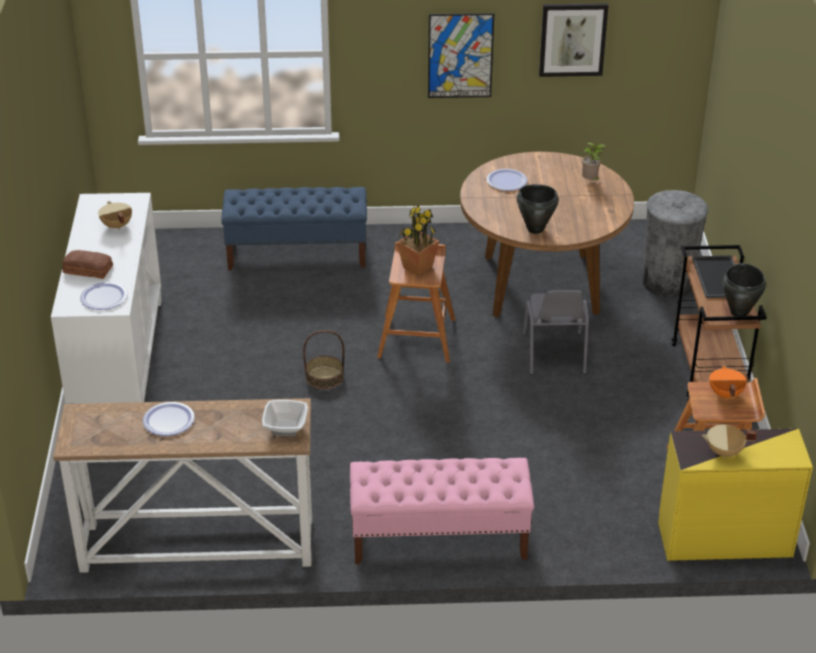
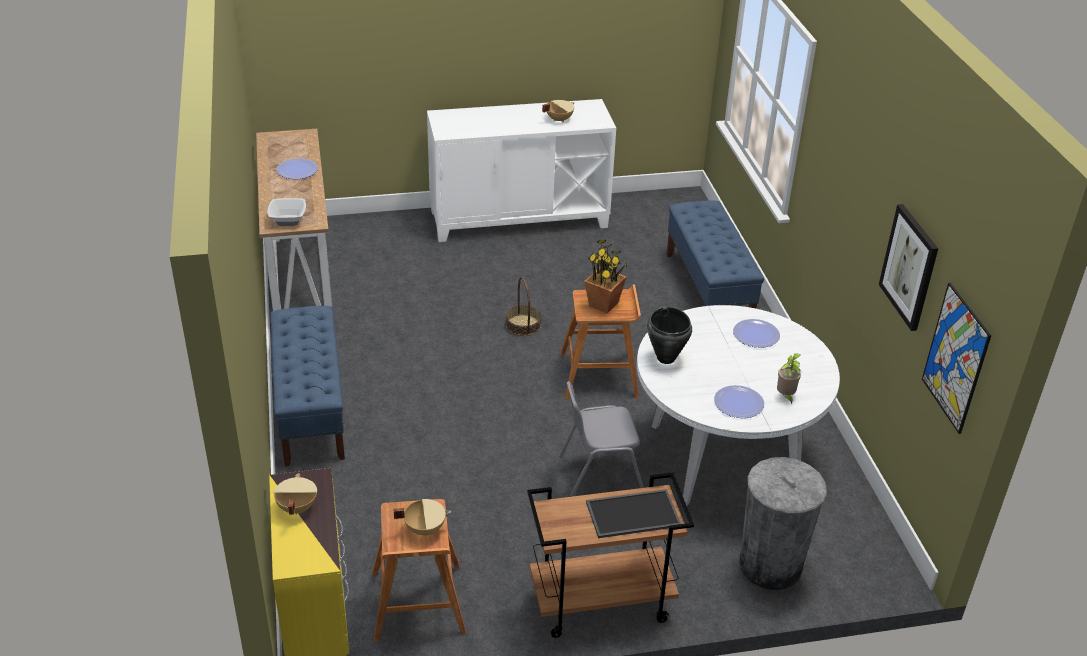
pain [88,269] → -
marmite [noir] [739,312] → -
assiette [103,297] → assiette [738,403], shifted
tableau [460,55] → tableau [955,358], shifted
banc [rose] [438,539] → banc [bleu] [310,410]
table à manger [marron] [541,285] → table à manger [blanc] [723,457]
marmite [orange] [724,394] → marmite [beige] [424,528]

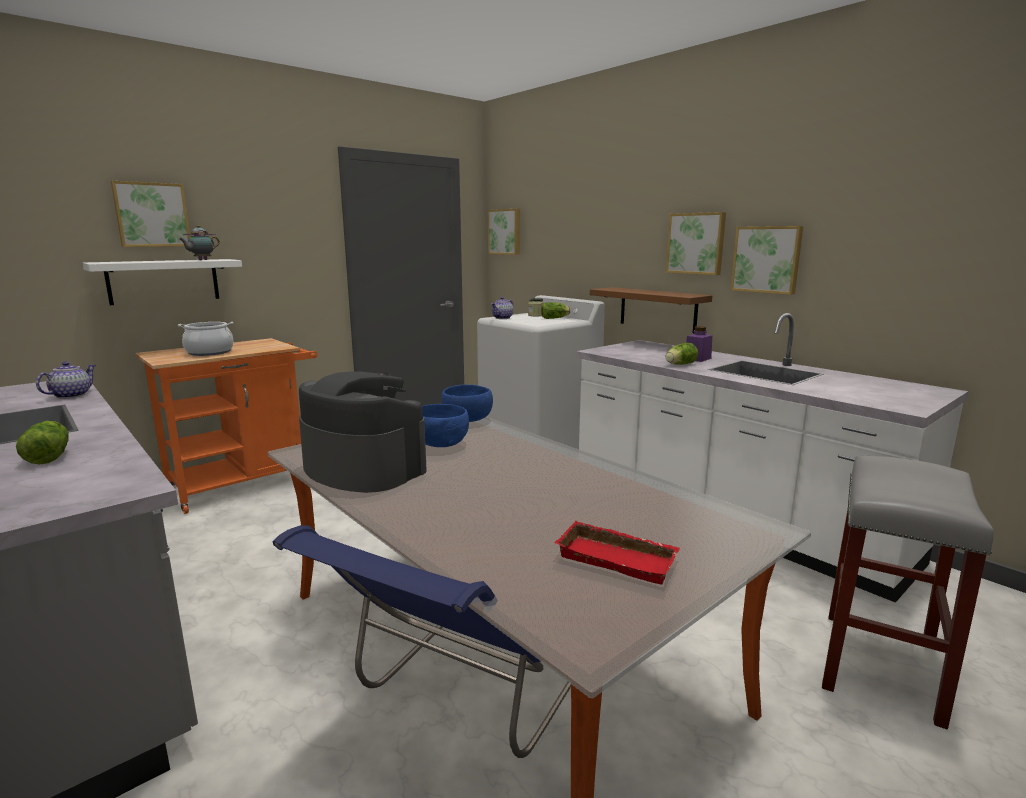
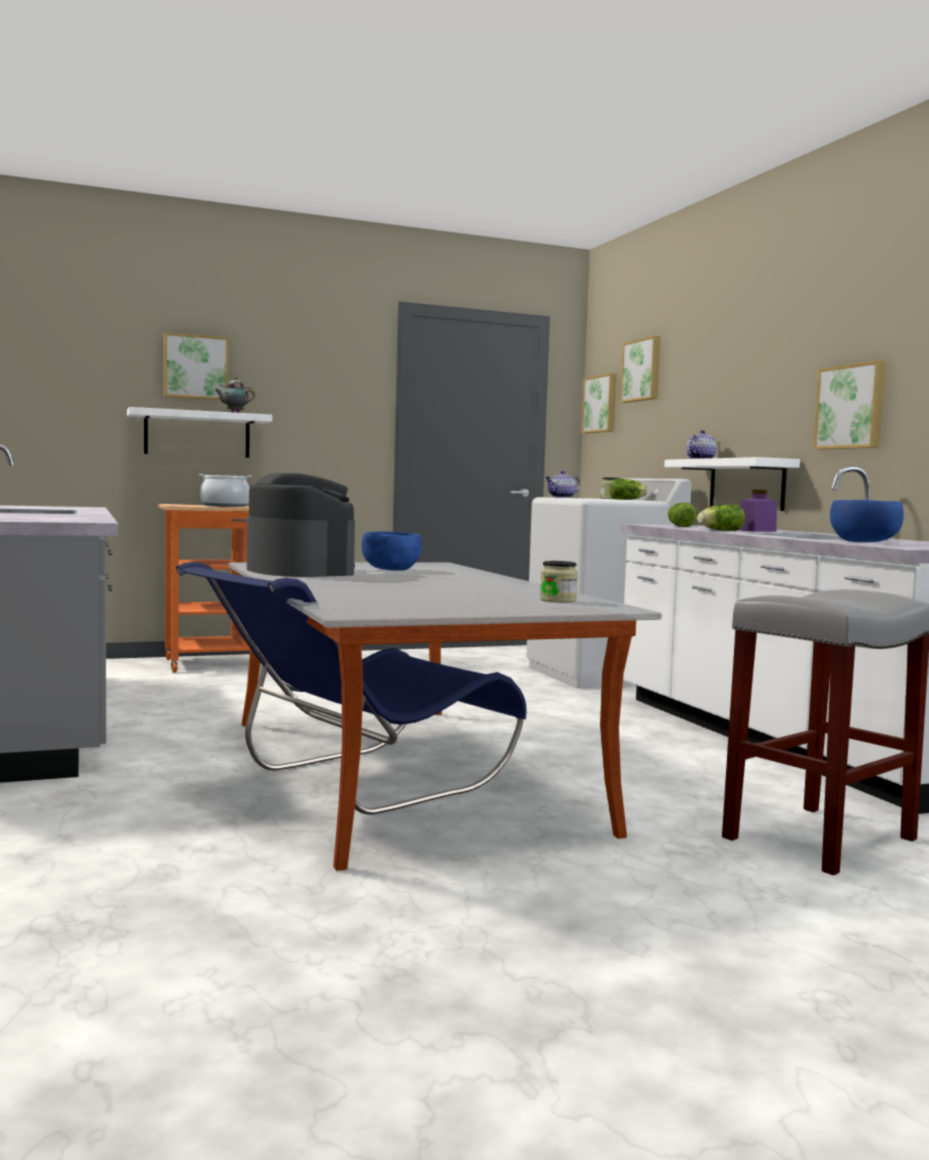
plateau [rouge] [618,558] → -
- → bocal [558,600]
laitue [50,456] → laitue [679,526], shifted
théière [71,395] → théière [700,459], shifted
bol [bleu] [468,420] → bol [bleu] [865,542], shifted
tableau [696,243] → tableau [643,370], shifted
étagère [marron] [657,309] → étagère [blanc] [747,484]

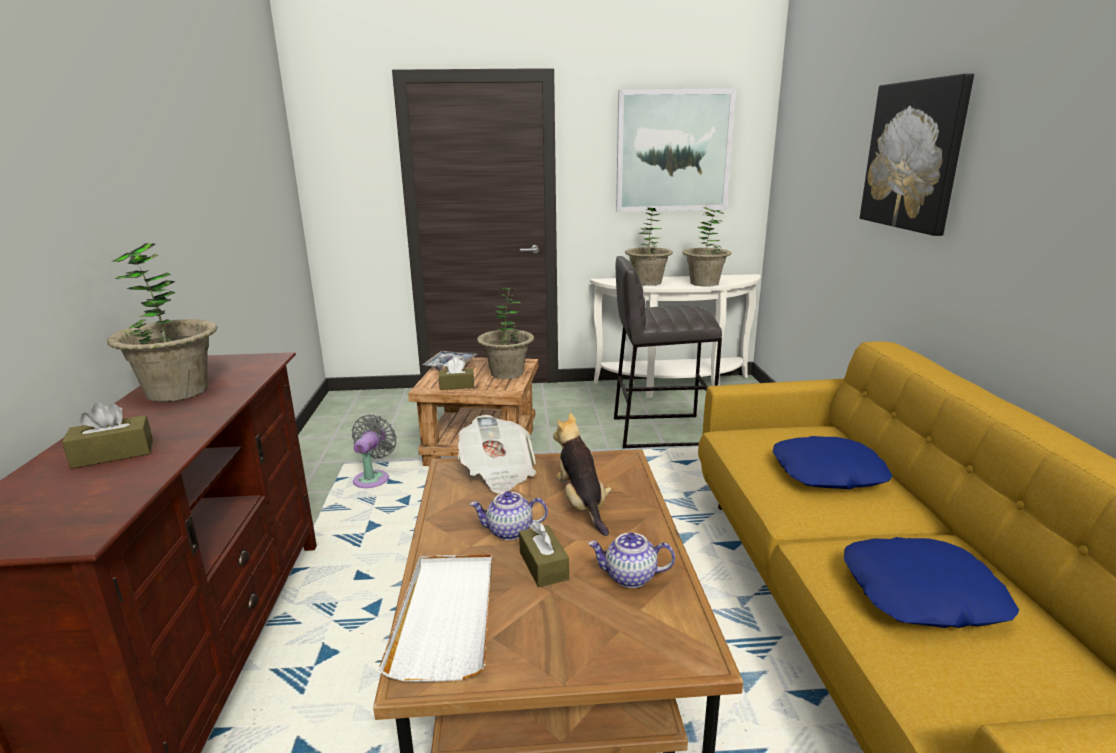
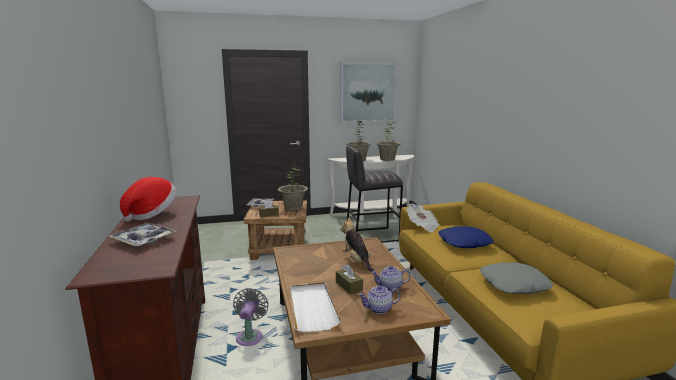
tableau [914,156] → -
ventilateur [gris] [373,478] → ventilateur [gris] [250,336], shifted
journal [498,472] → journal [422,226], shifted
théière [509,531] → théière [379,309], shifted
boîte à mouchoirs [marron] [113,454] → plateau [144,240]
plante en pot [177,391] → chapeau [151,214]
coussin [bleu] [922,595] → coussin [gris] [514,285]

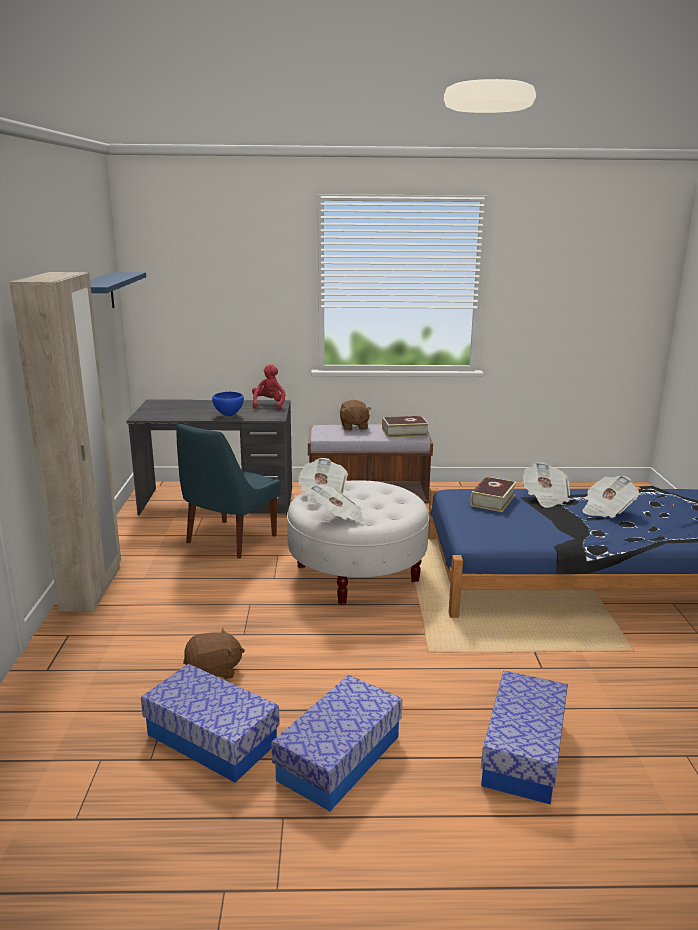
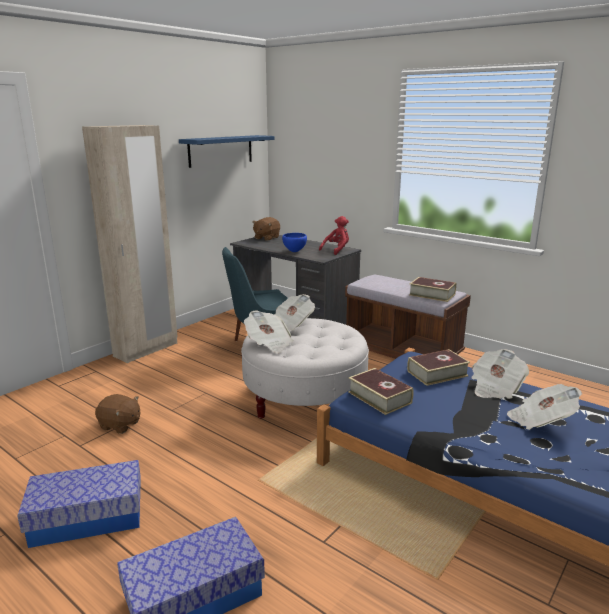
boîte de rangement [212,739] → -
- → livre [379,397]
peluche [marron] [354,427] → peluche [marron] [266,238], shifted

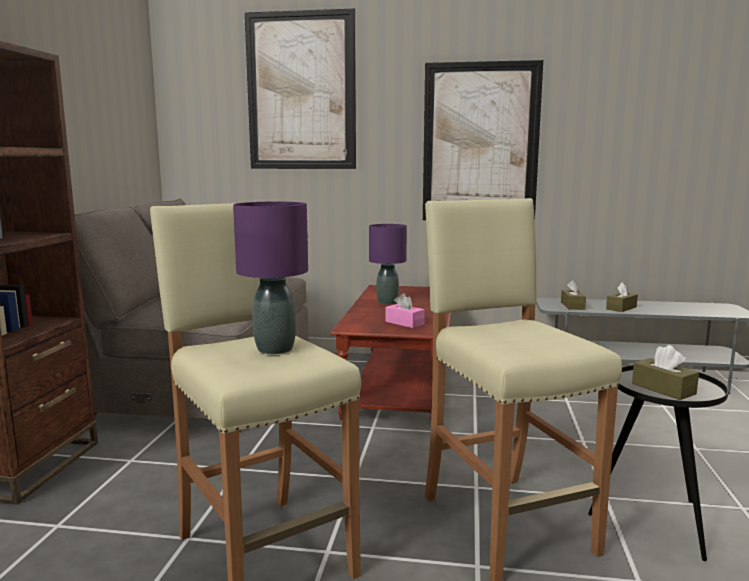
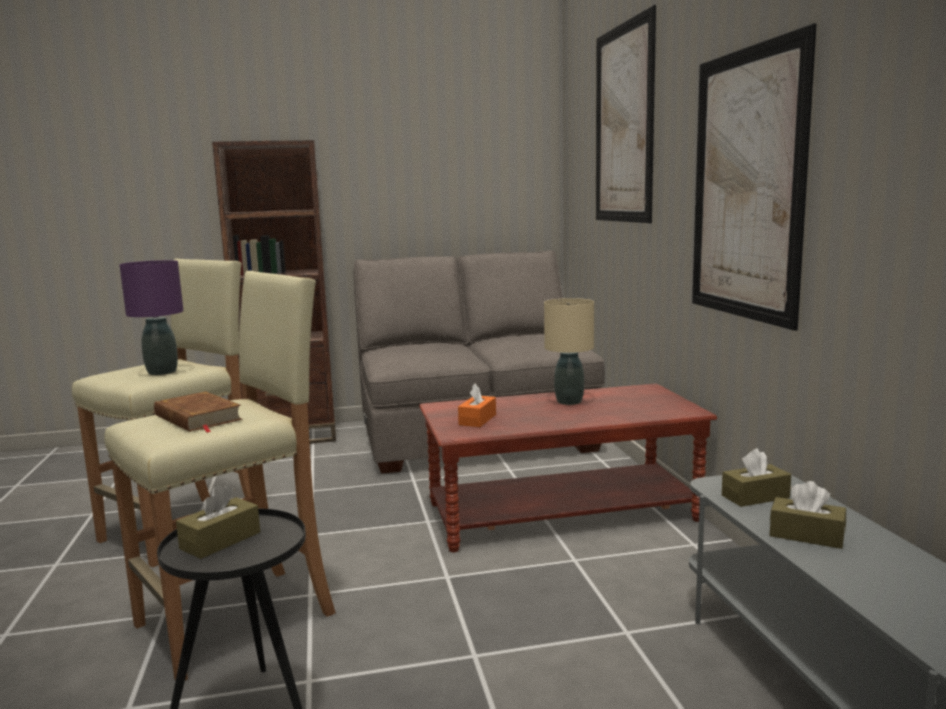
- → livre [marron] [197,418]
lampe de table [violet] [387,302] → lampe de table [beige] [568,401]
boîte à mouchoirs [rose] [404,323] → boîte à mouchoirs [orange] [477,420]

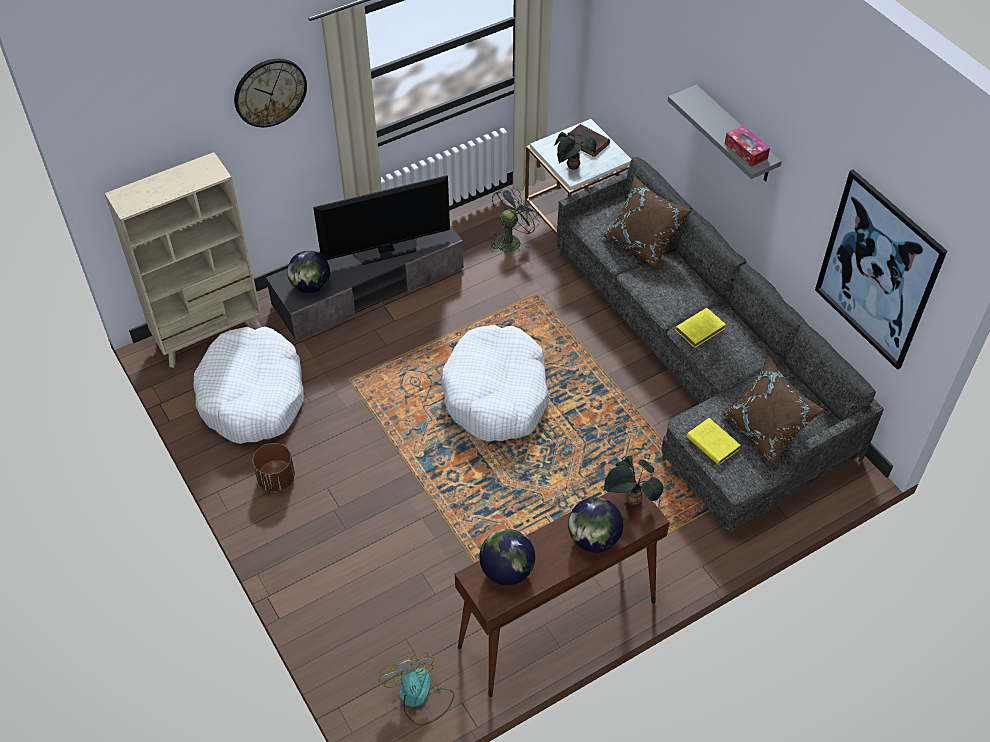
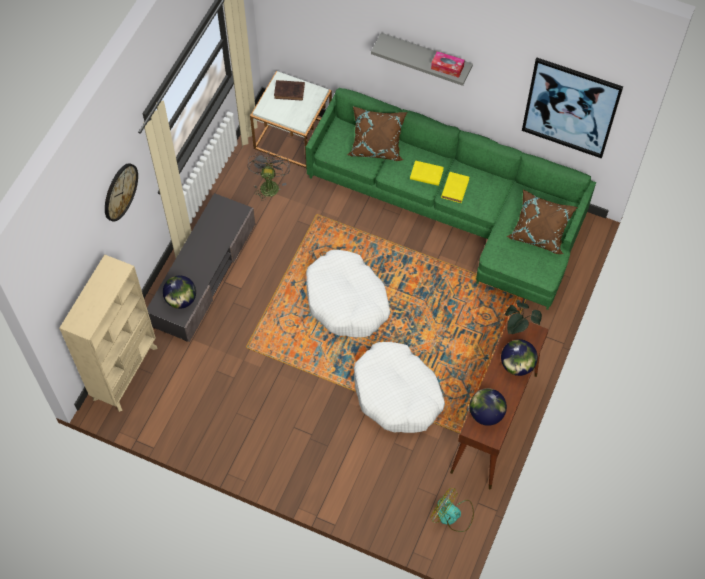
cache-pot [marron] [276,479] → -
téléviseur [386,250] → -
plante en pot [572,167] → -
panier pour chien [blanc] [252,396] → panier pour chien [blanc] [397,394], shifted
livre [jaune] [711,442] → livre [jaune] [425,174], shifted
canapé [gris] [702,370] → canapé [vert] [456,209]

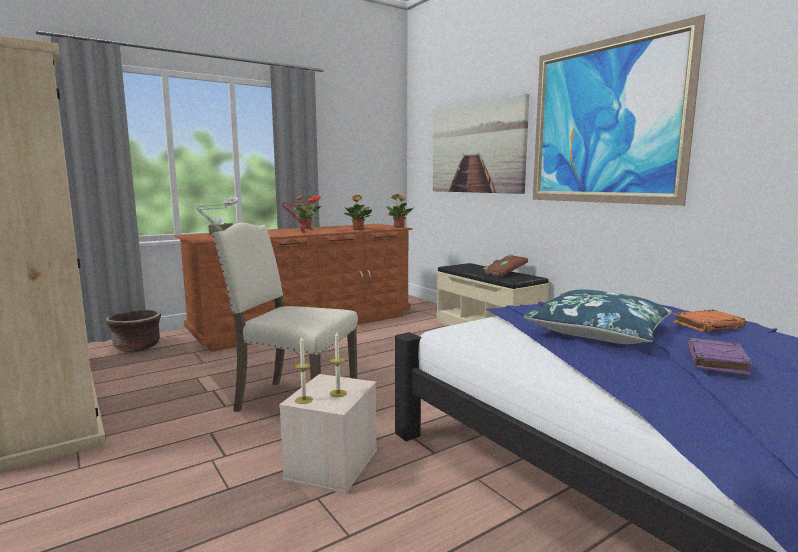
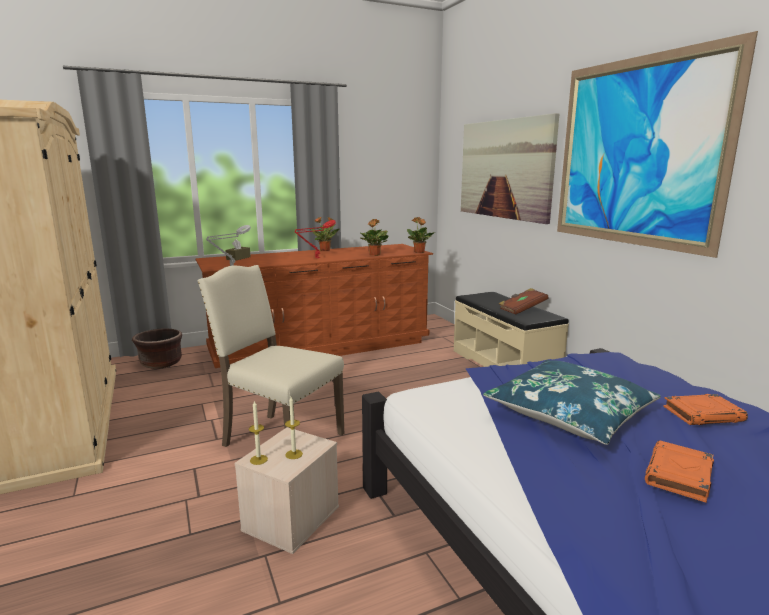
livre [violet] [717,361] → livre [orange] [679,475]

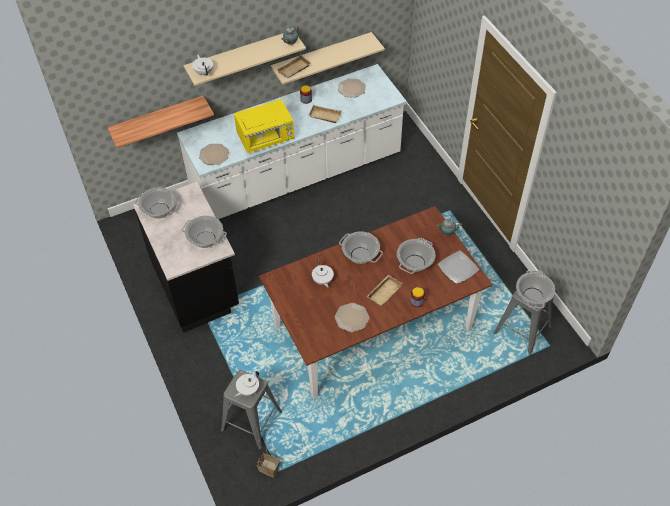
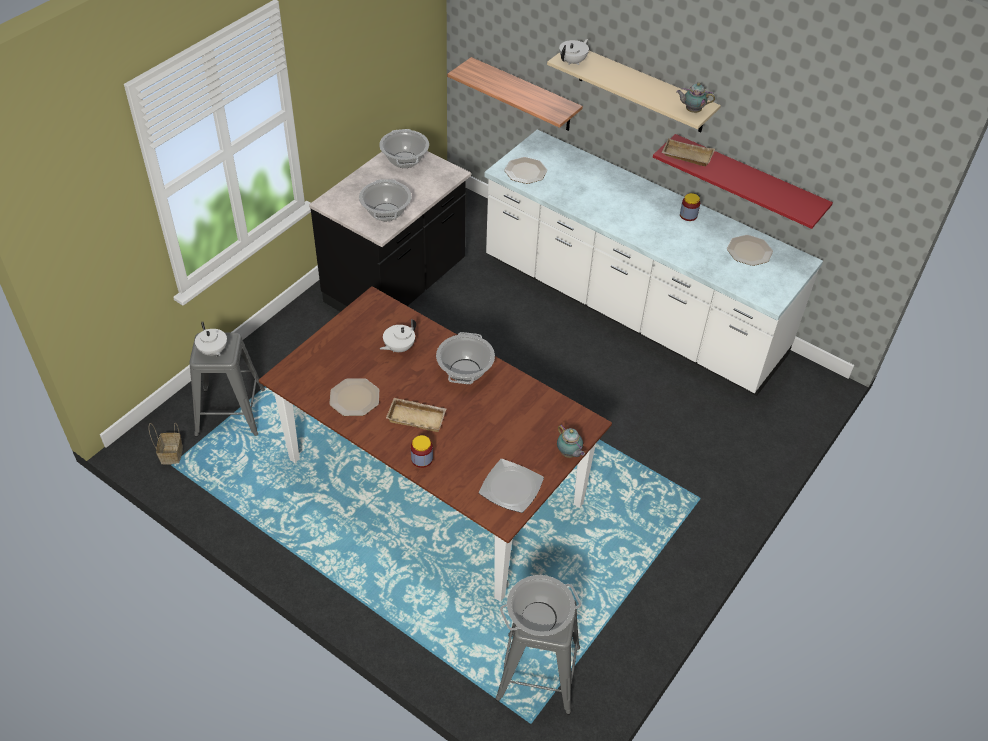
micro-ondes [jaune] [266,139] → -
plateau [beige] [324,116] → -
marmite [415,263] → -
étagère [beige] [322,57] → étagère [rouge] [747,182]
théière [blanc] [248,390] → théière [blanc] [213,351], 135 degrees counterclockwise

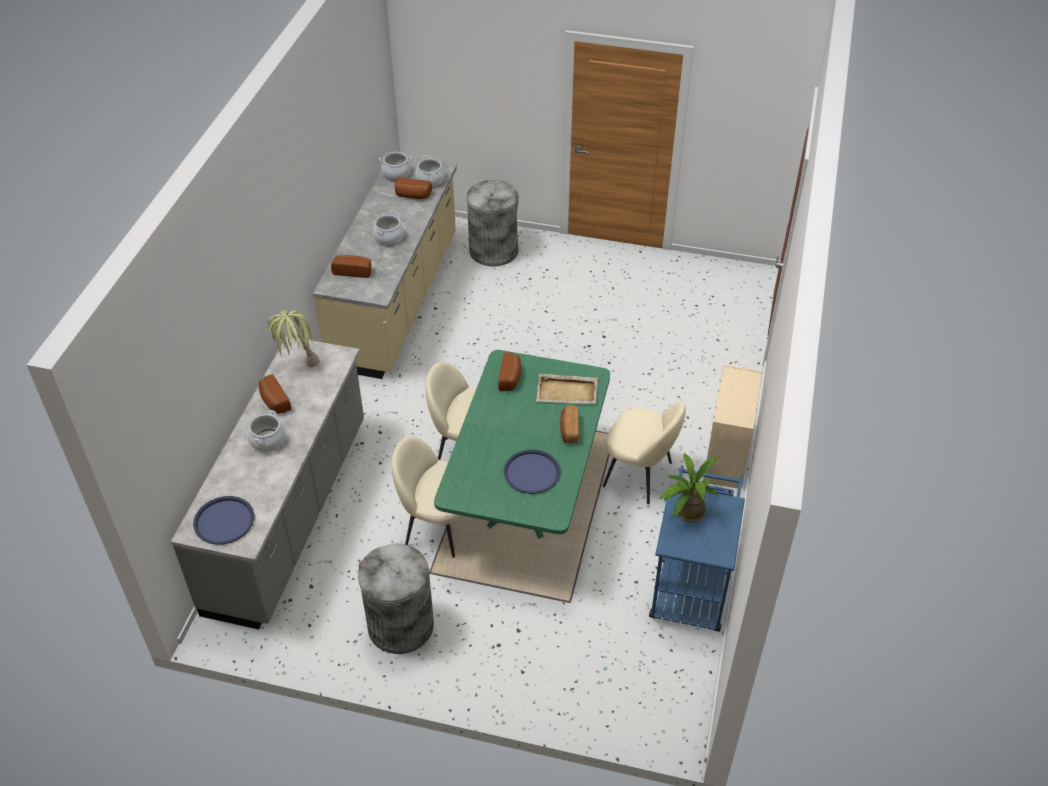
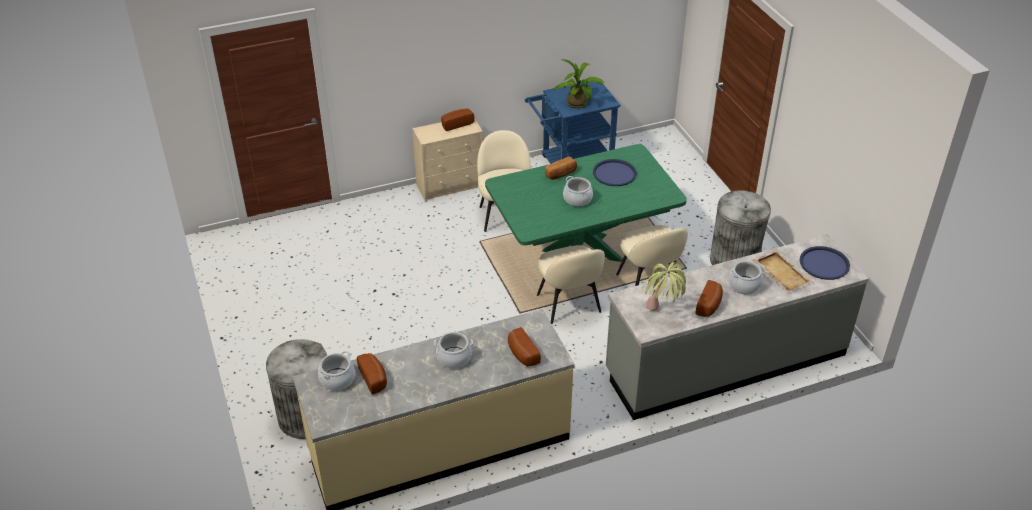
marmite [396,174] → marmite [577,199], shifted
pain [511,378] → pain [456,124], shifted
plateau [beige] [567,391] → plateau [beige] [781,272], shifted

